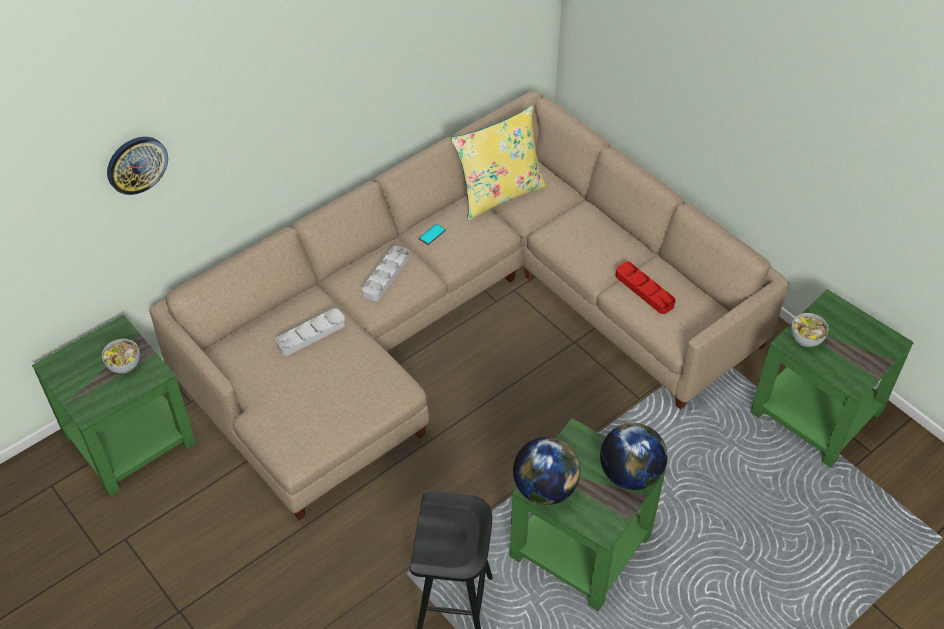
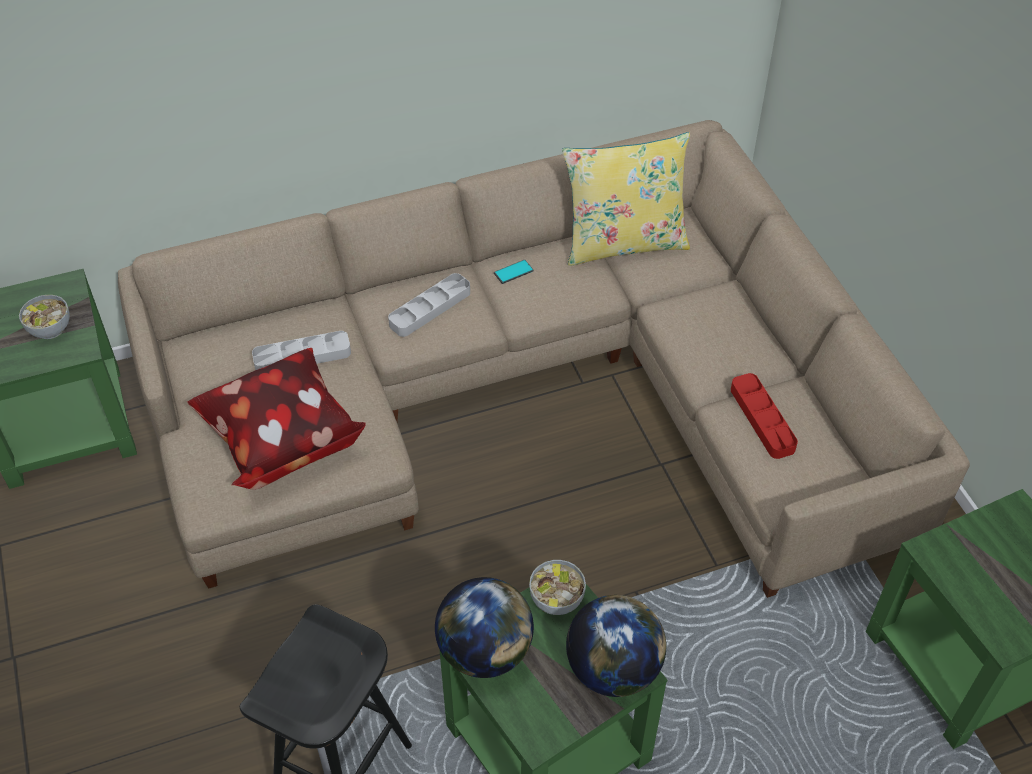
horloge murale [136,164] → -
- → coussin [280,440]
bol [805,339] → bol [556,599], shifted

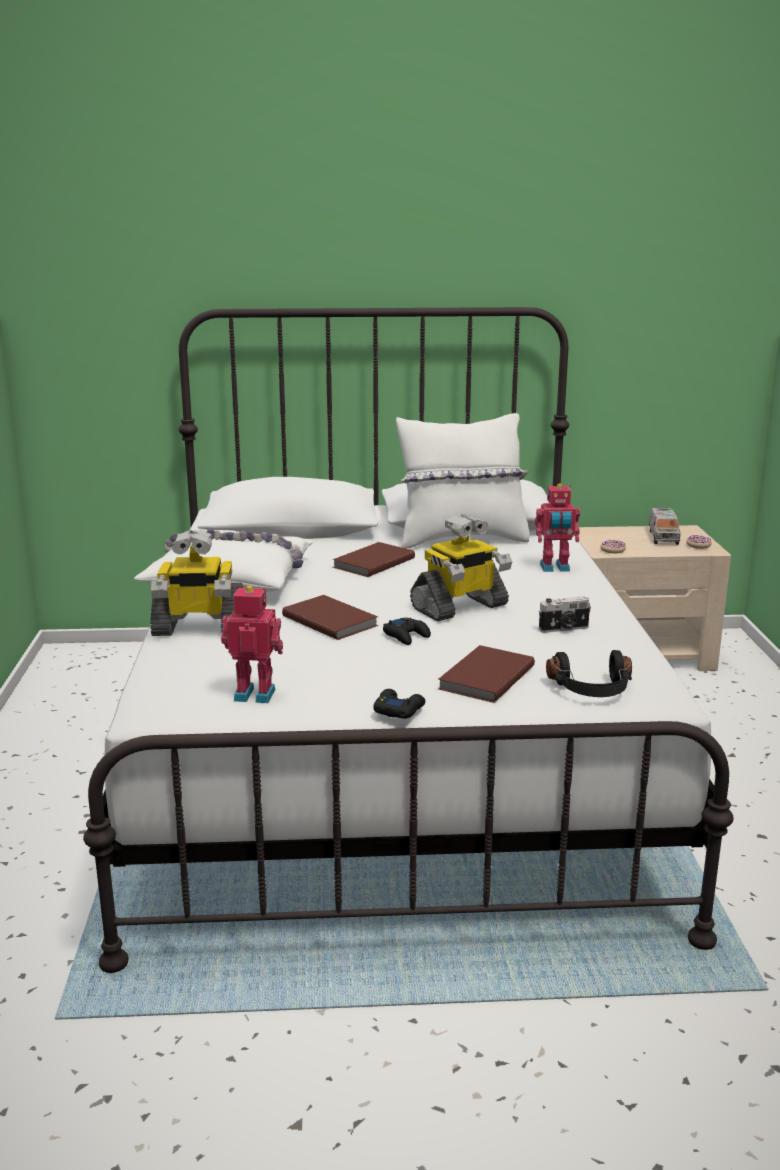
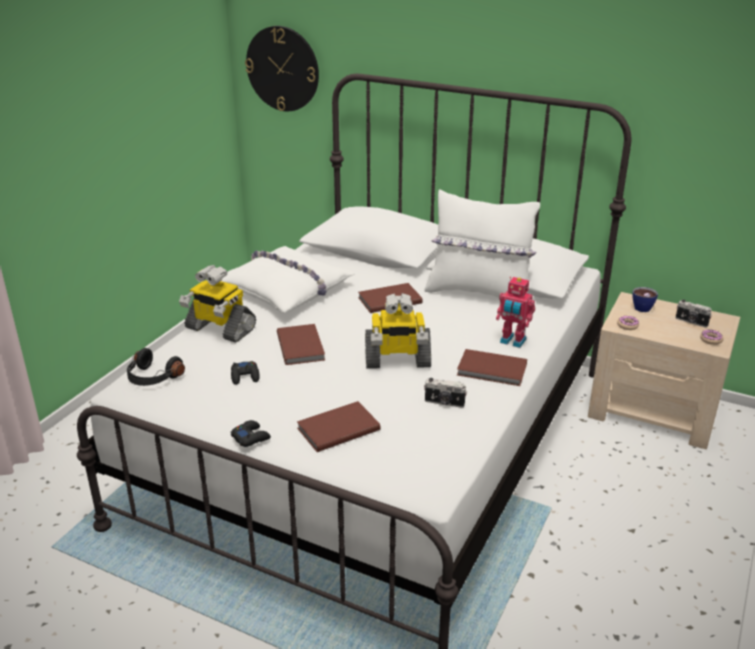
robot jouet [255,693] → -
- → horloge murale [282,69]
- → livre [marron] [492,370]
- → tasse [641,306]
manette [noir] [406,636] → manette [noir] [245,376], shifted
casque audio [noir] [592,690] → casque audio [noir] [152,378], shifted
camion jouet [663,536] → appareil photo [691,322]

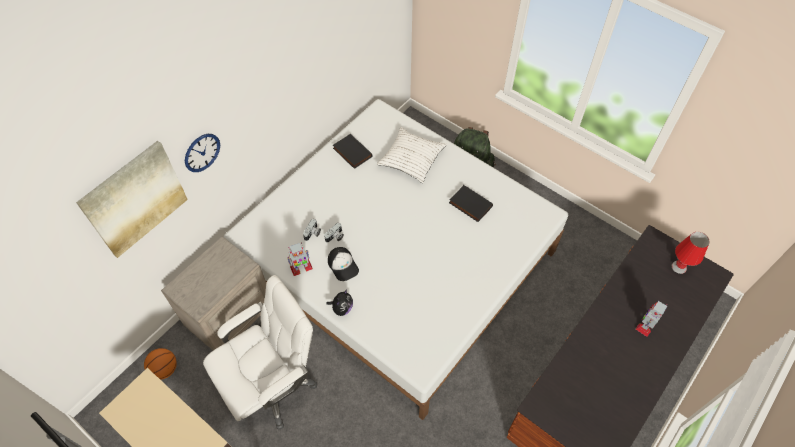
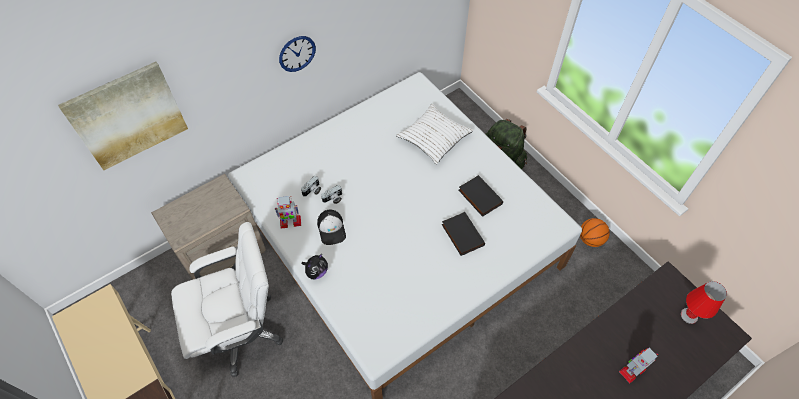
ballon de basket [164,369] → ballon de basket [590,239], shifted
horloge murale [202,152] → horloge murale [297,53], shifted
livre [noir] [351,153] → livre [noir] [461,235], shifted

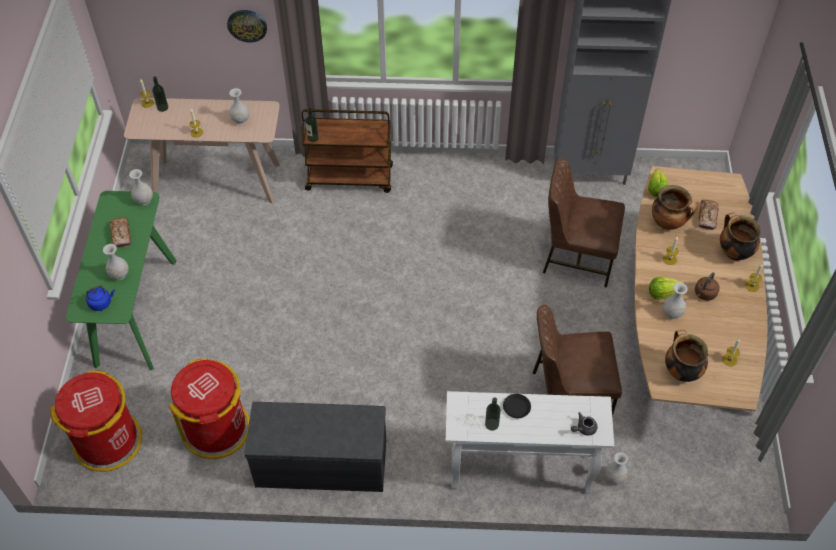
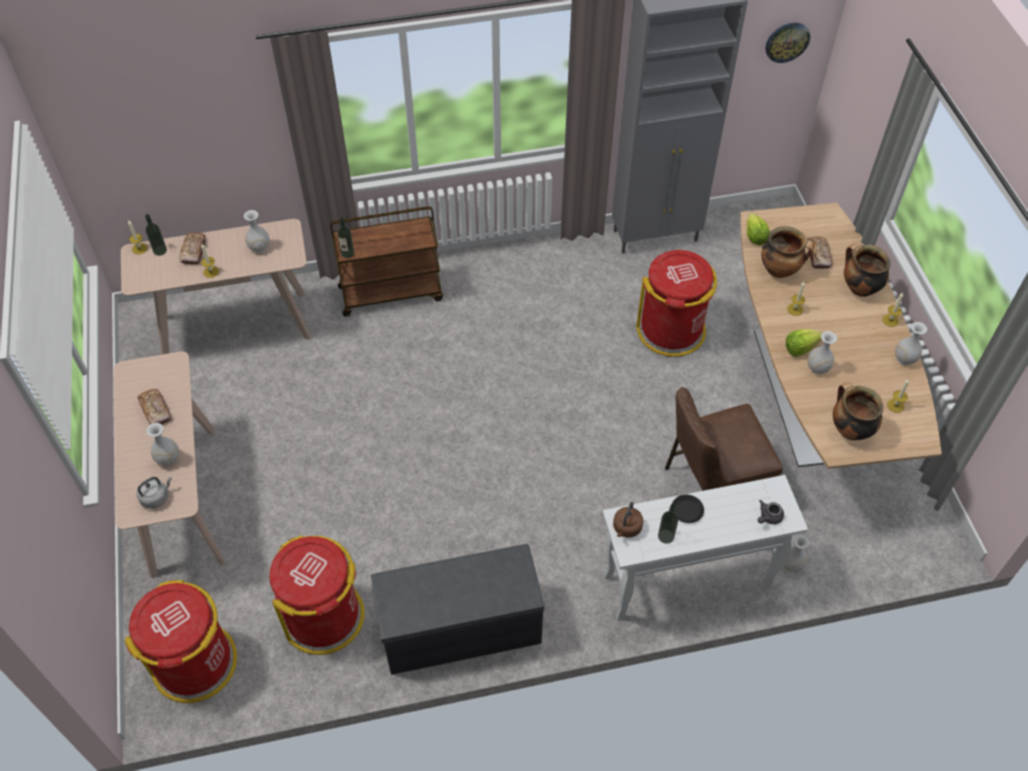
- → pain [194,251]
vase [blanc] [144,200] → vase [blanc] [904,358], shifted
horloge murale [247,25] → horloge murale [787,42], shifted
bouilloire [marron] [704,294] → bouilloire [marron] [626,528], shifted
chaise [marron] [577,257] → poubelle [rouge] [672,330]
table console [vert] [136,311] → table console [beige] [183,500]
bouilloire [bleu] [101,303] → bouilloire [gris] [156,497]

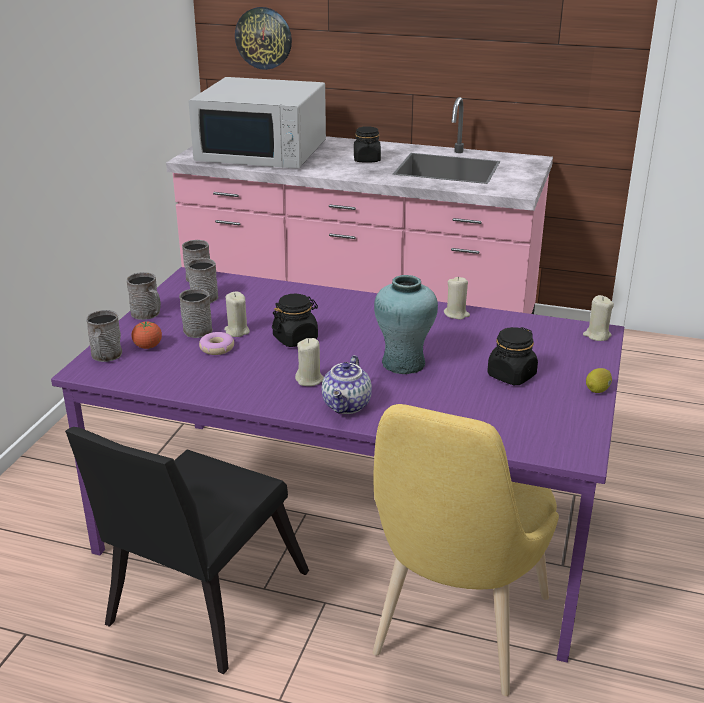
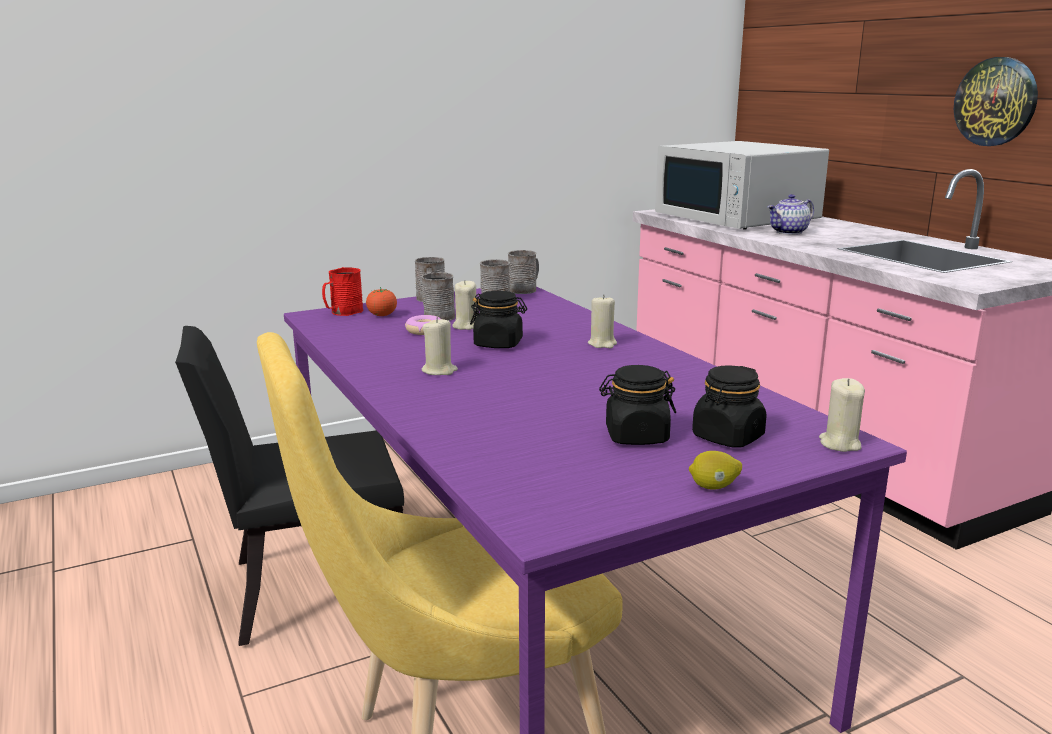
vase [turquoise] [403,363] → -
horloge murale [263,38] → horloge murale [996,102], shifted
théière [347,406] → théière [789,232], shifted
bocal [noir] [367,160] → bocal [noir] [727,437], shifted
bougie [beige] [456,314] → bougie [beige] [602,344], shifted
mug [gris] [106,356] → mug [rouge] [343,312]

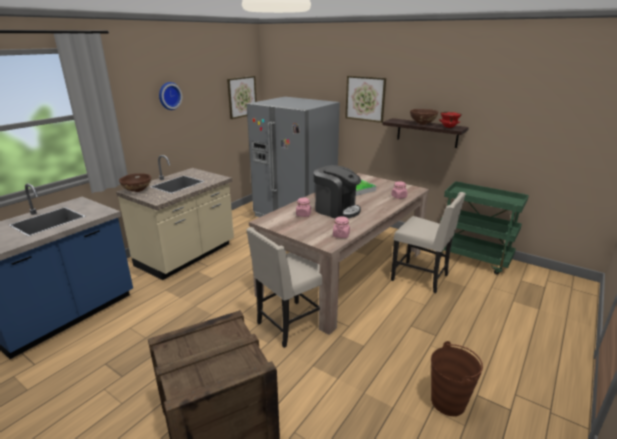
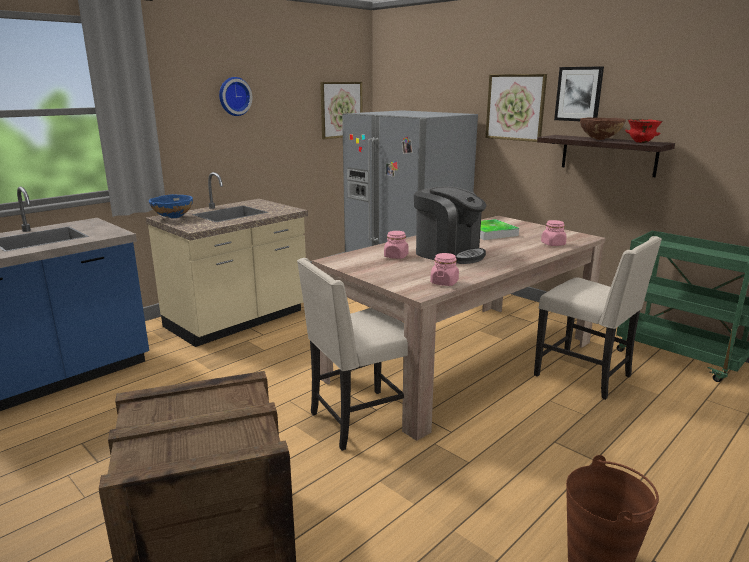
- → tableau [579,94]
bol [marron] [137,191] → bol [bleu] [173,218]

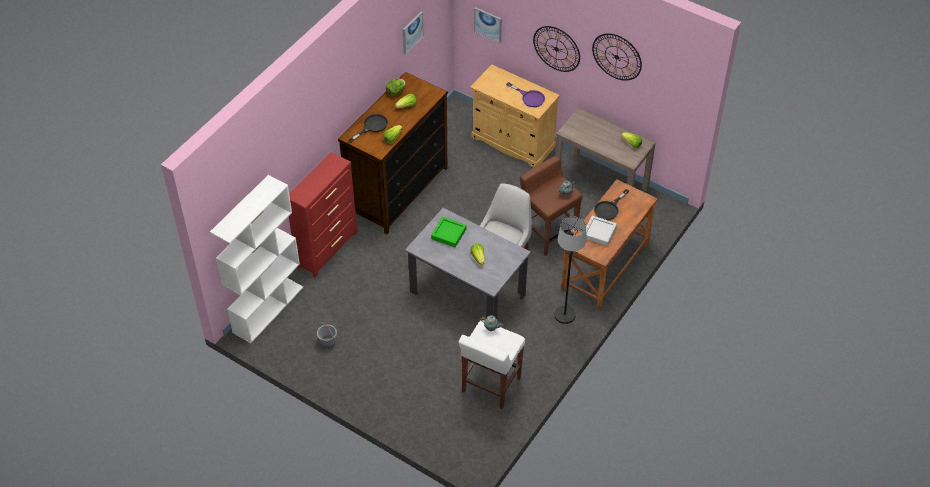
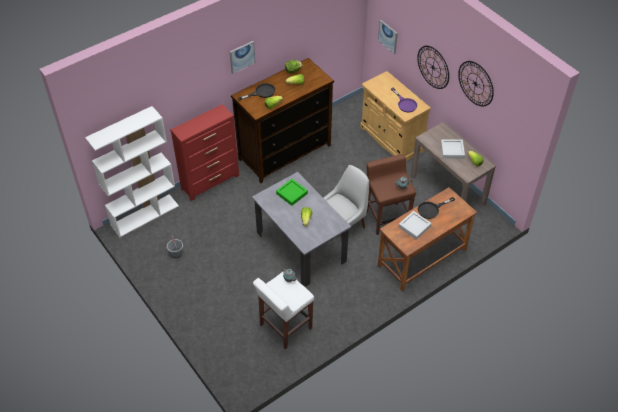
lampadaire [noir] [564,315] → -
- → plateau [gris] [452,150]
tableau [412,32] → tableau [242,56], shifted

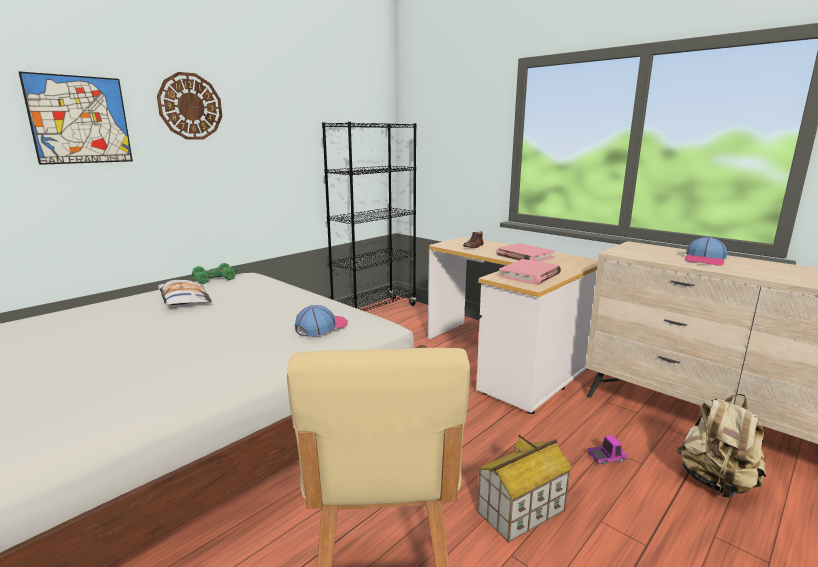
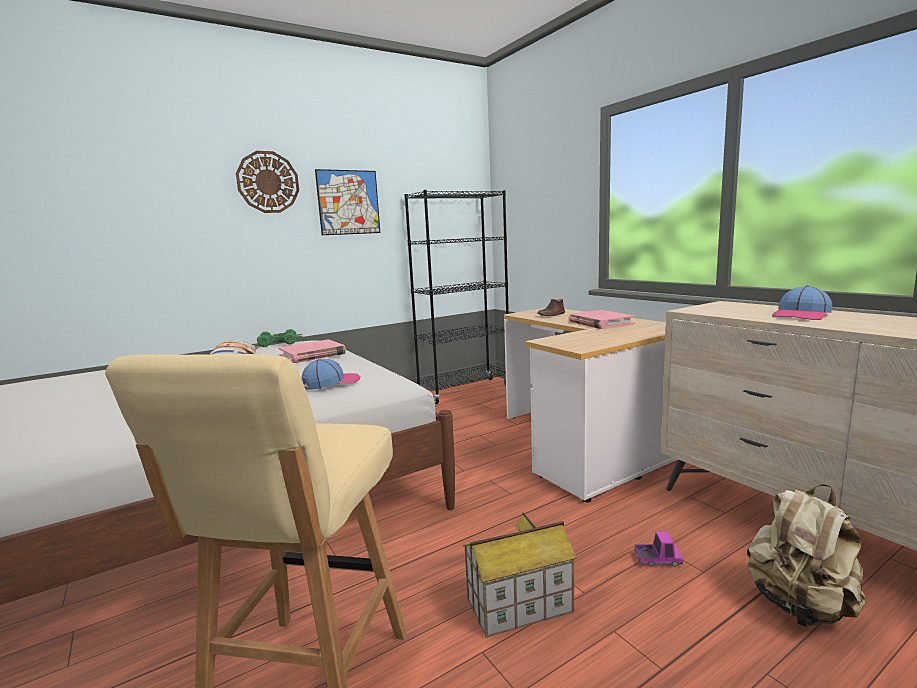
tableau [80,120] → tableau [348,202], shifted
livre [rose] [530,275] → livre [rose] [312,355], shifted

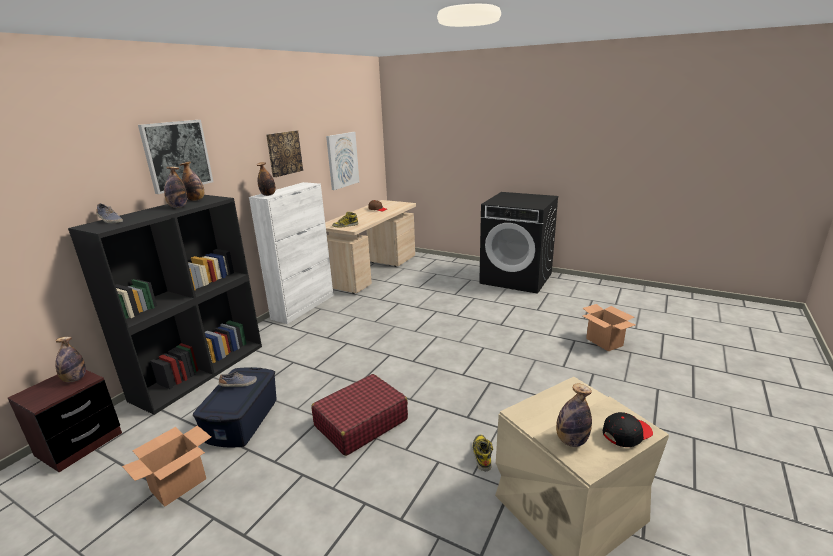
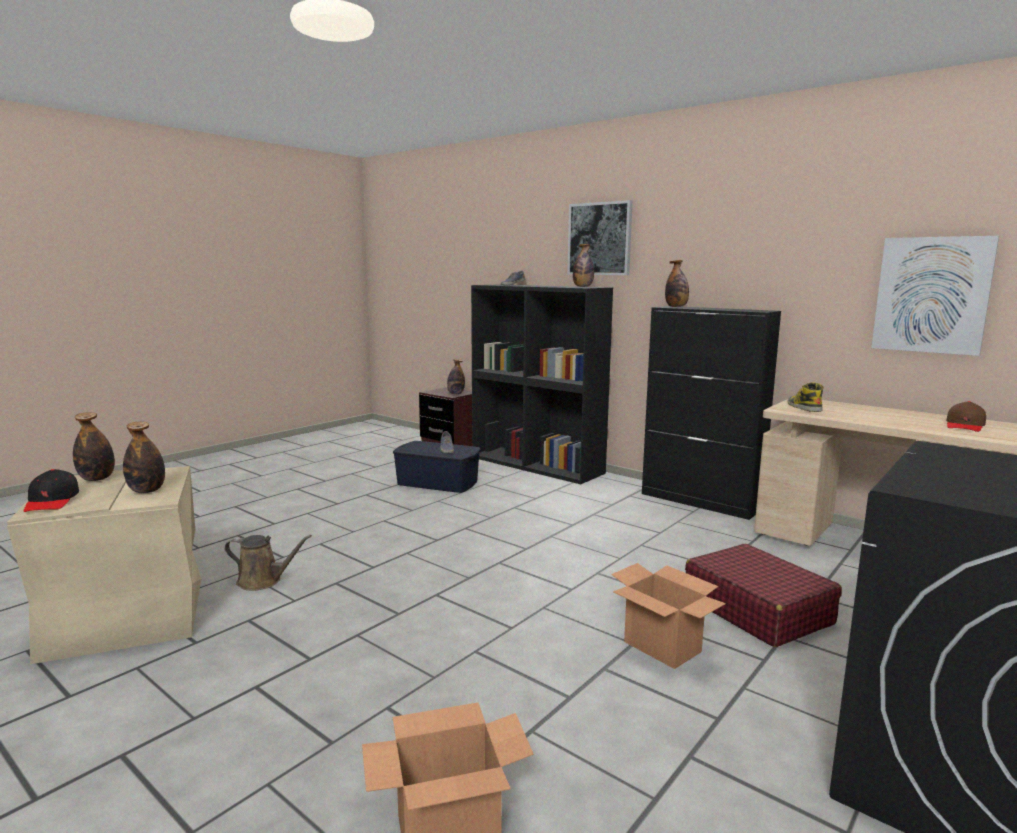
tableau [284,153] → -
carton [179,484] → carton [663,647], shifted
bouteille [178,207] → bouteille [147,491], shifted
valise [rouge] [360,423] → valise [rouge] [756,610], shifted
botte [481,454] → arrosoir [marron] [263,581]
meuble de rangement [blanc] [304,306] → meuble de rangement [noir] [700,501]

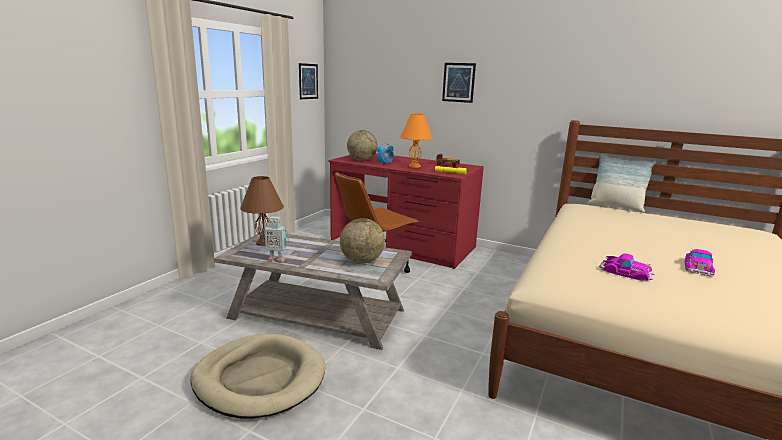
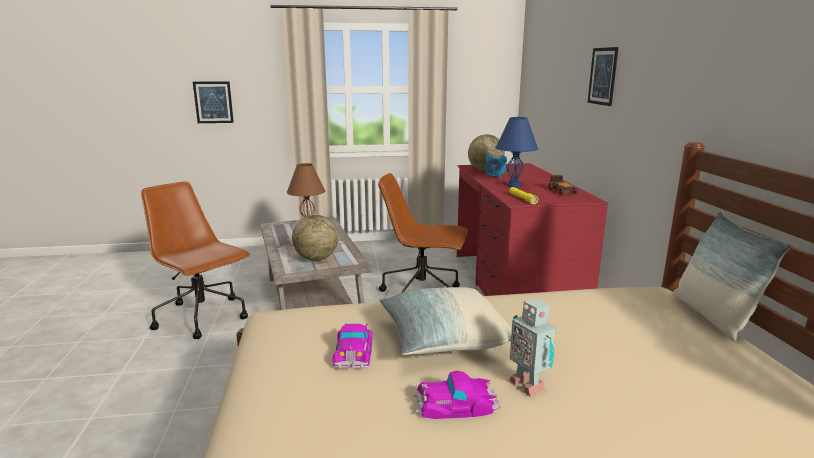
- → coussin [444,338]
robot jouet [276,260] → robot jouet [528,384], shifted
tableau [308,81] → tableau [213,102], shifted
panier pour chien [beige] [260,379] → chaise de bureau [marron] [203,317]
lampe de table [orange] [414,166] → lampe de table [bleu] [514,185]

